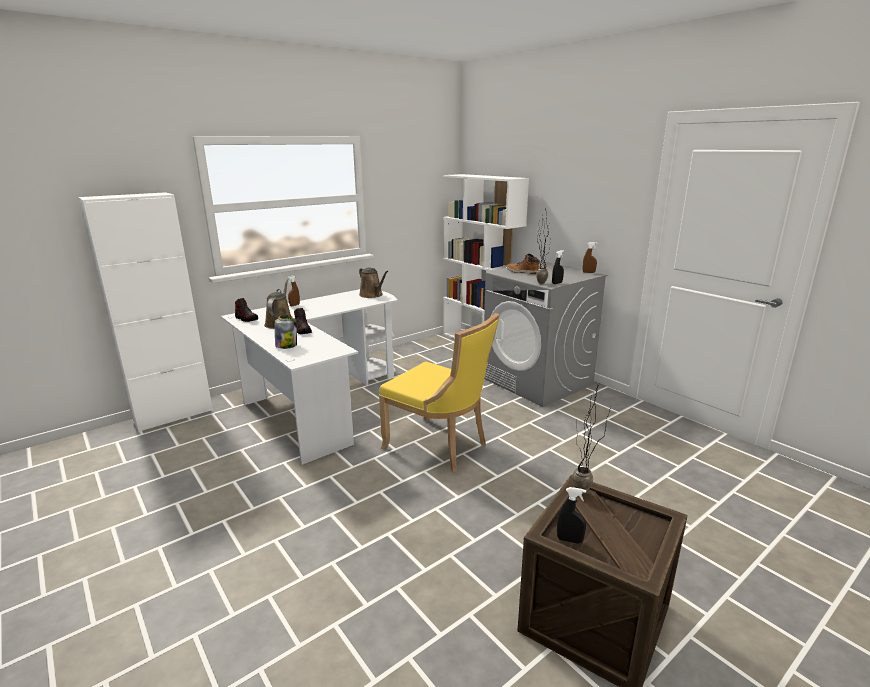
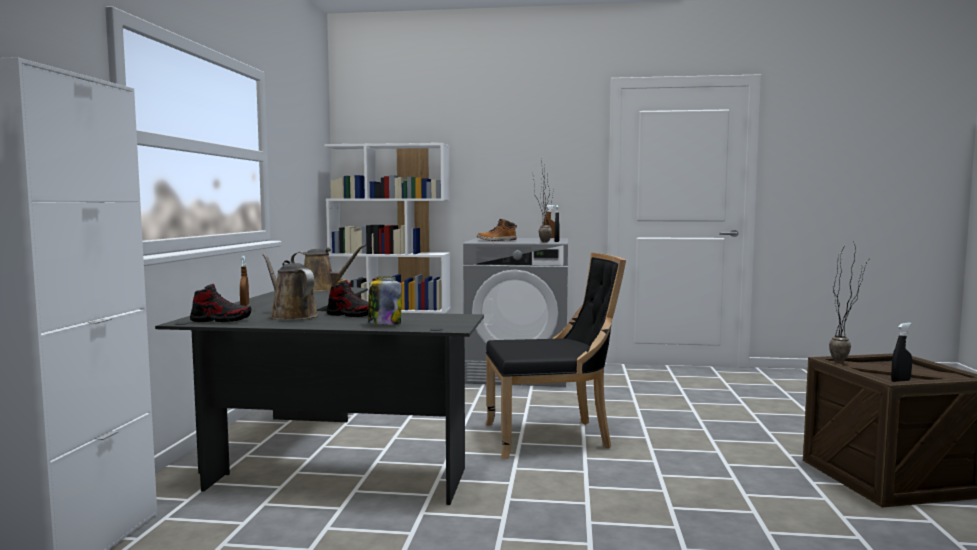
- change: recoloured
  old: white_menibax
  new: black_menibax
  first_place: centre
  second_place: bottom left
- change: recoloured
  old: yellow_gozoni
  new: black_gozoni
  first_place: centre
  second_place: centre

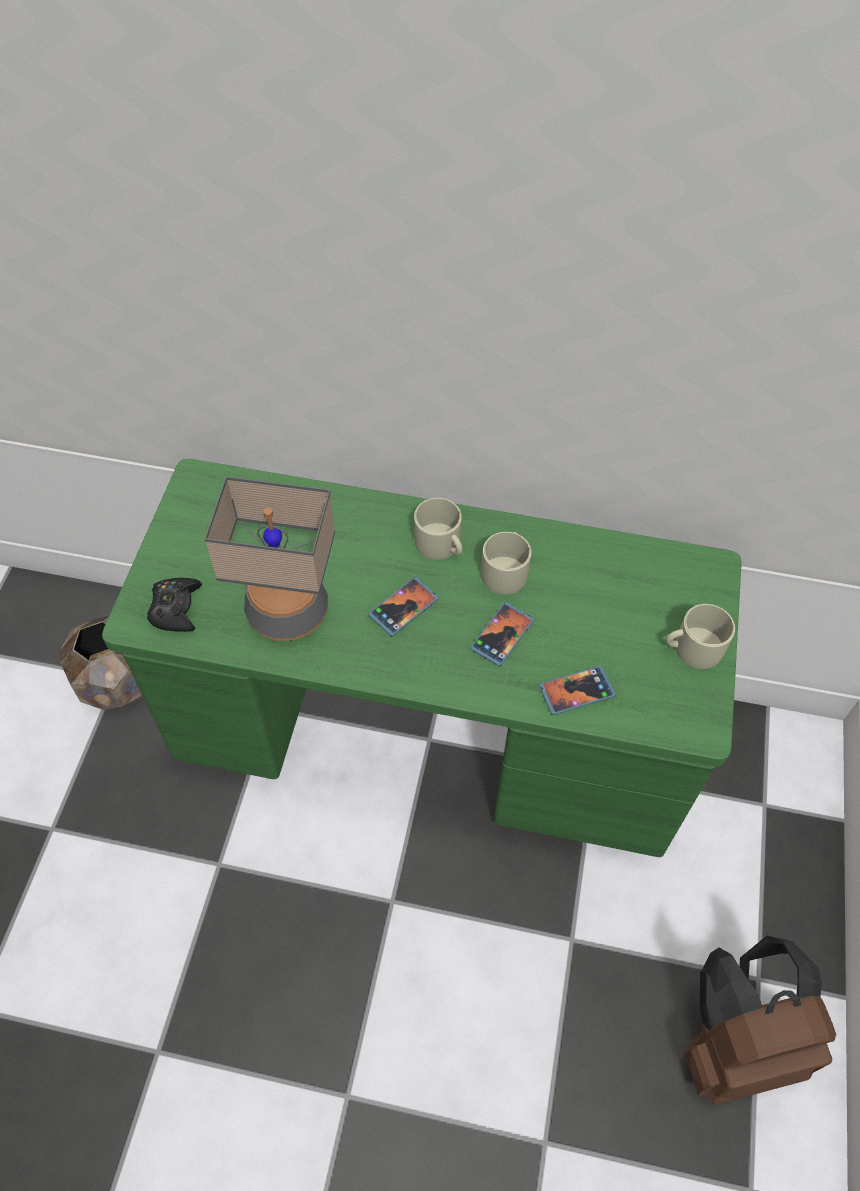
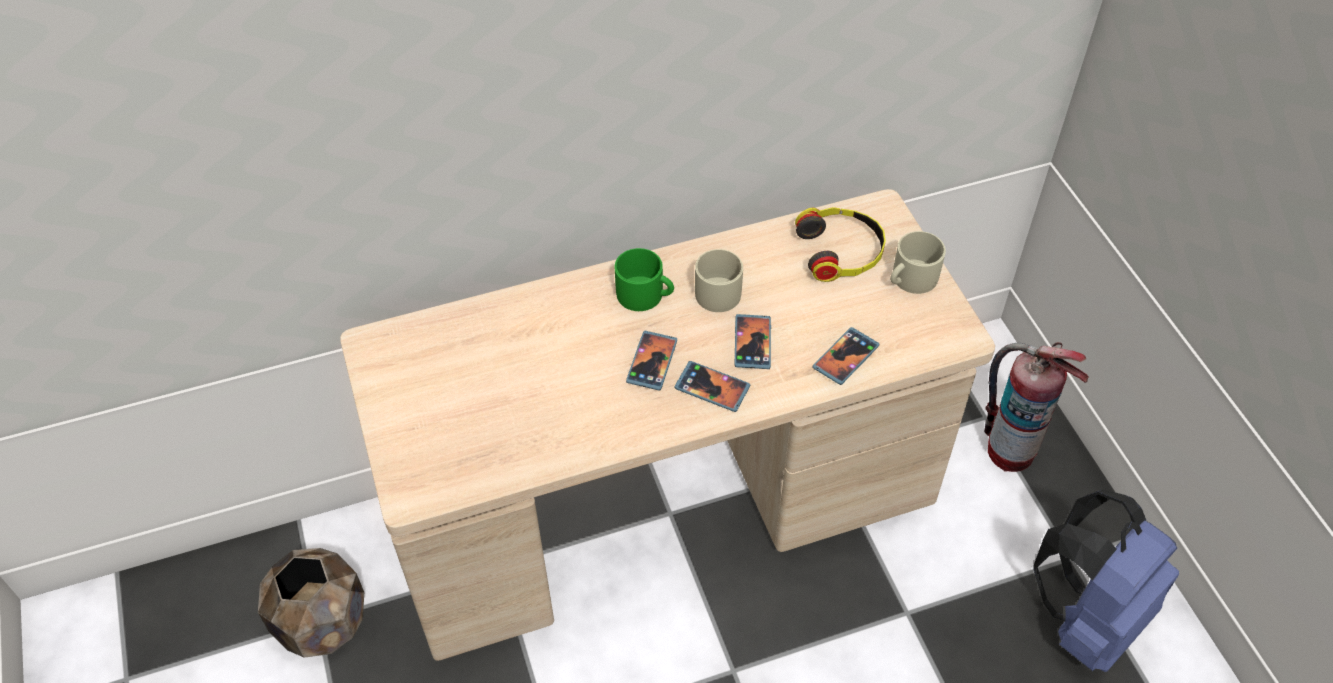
- change: removed
  old: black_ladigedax
  first_place: middle left
- change: removed
  old: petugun
  first_place: middle left
- change: added
  new: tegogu (2nd from left)
  second_place: centre
- change: added
  new: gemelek
  second_place: centre
- change: added
  new: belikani
  second_place: middle right
- change: recoloured
  old: green_menibax
  new: beige_menibax
  first_place: centre
  second_place: centre
- change: recoloured
  old: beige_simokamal (1st from left)
  new: green_simokamal
  first_place: centre
  second_place: centre
- change: recoloured
  old: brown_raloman
  new: blue_raloman
  first_place: bottom right
  second_place: bottom right

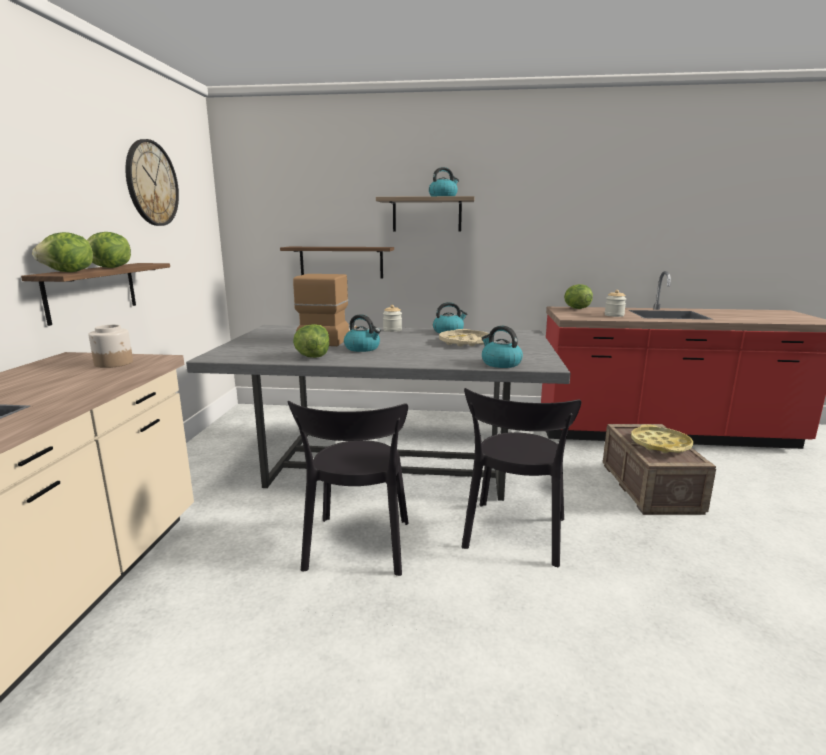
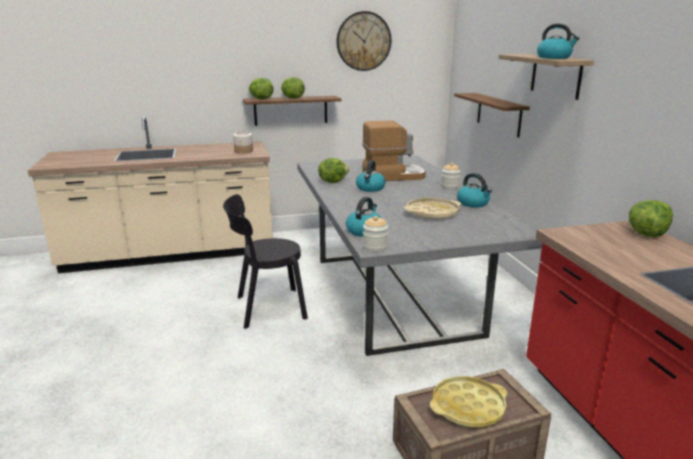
- change: removed
  old: black_gozoni (2nd from left)
  first_place: centre
- change: moved
  old: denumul (3rd from left in the first image)
  new: denumul (2nd from left)
  first_place: middle right
  second_place: centre

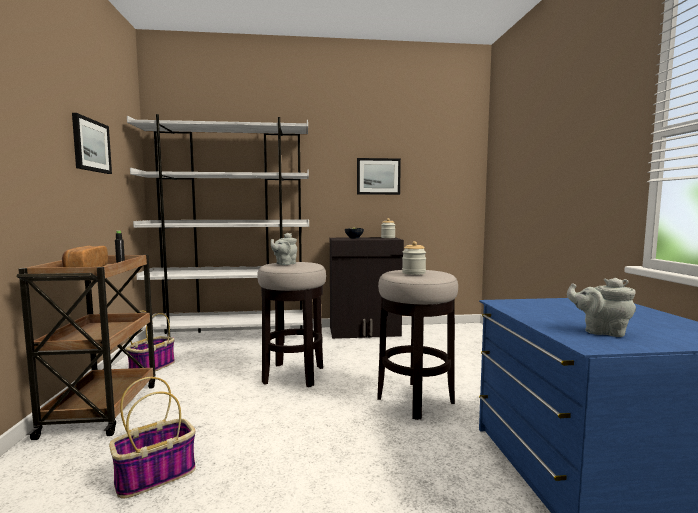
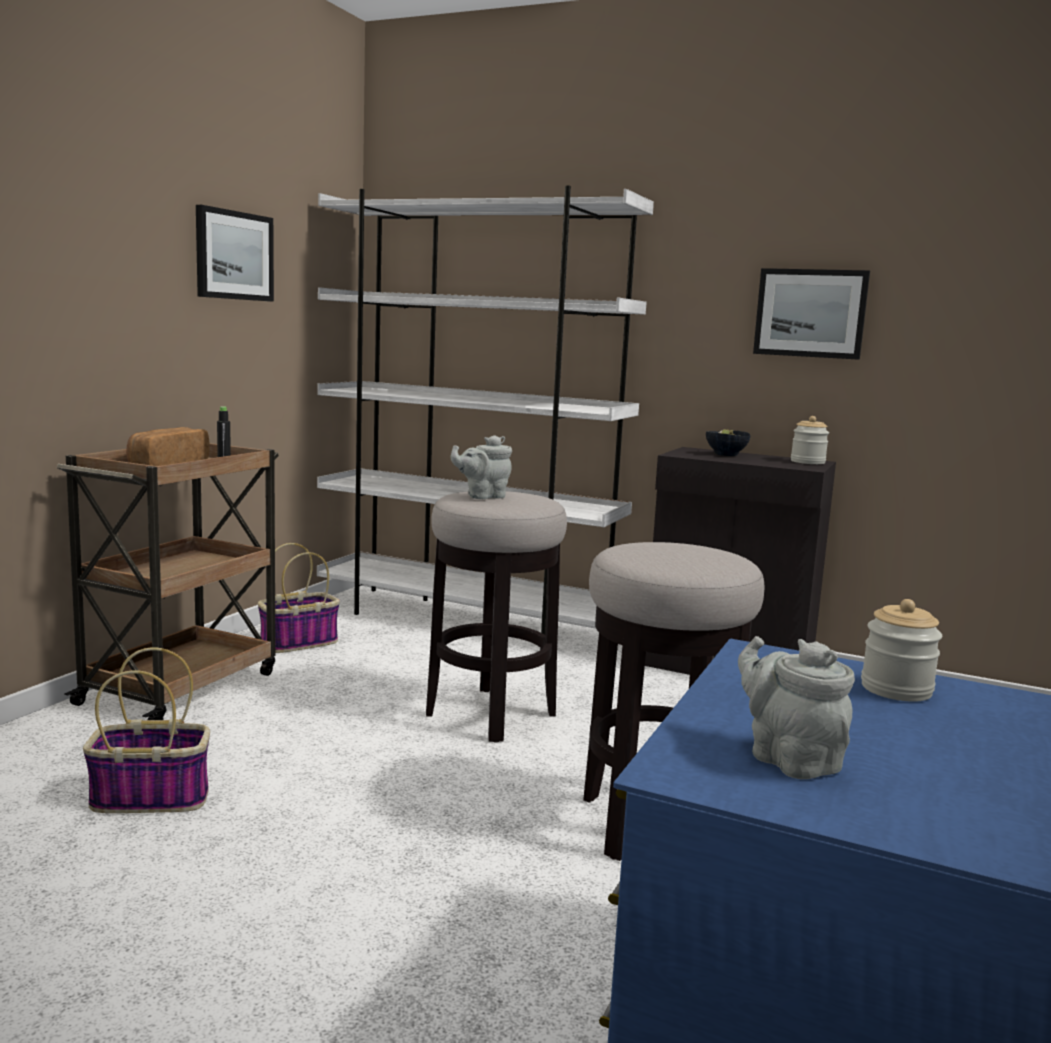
- change: moved
  old: denumul (2nd from left)
  first_place: centre
  second_place: middle right

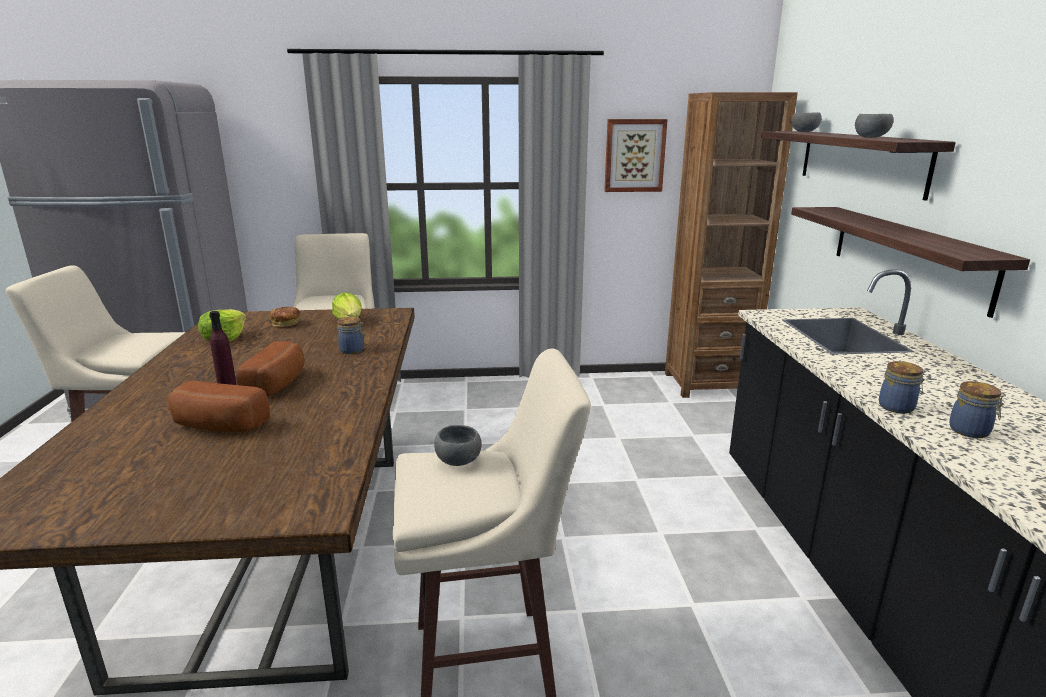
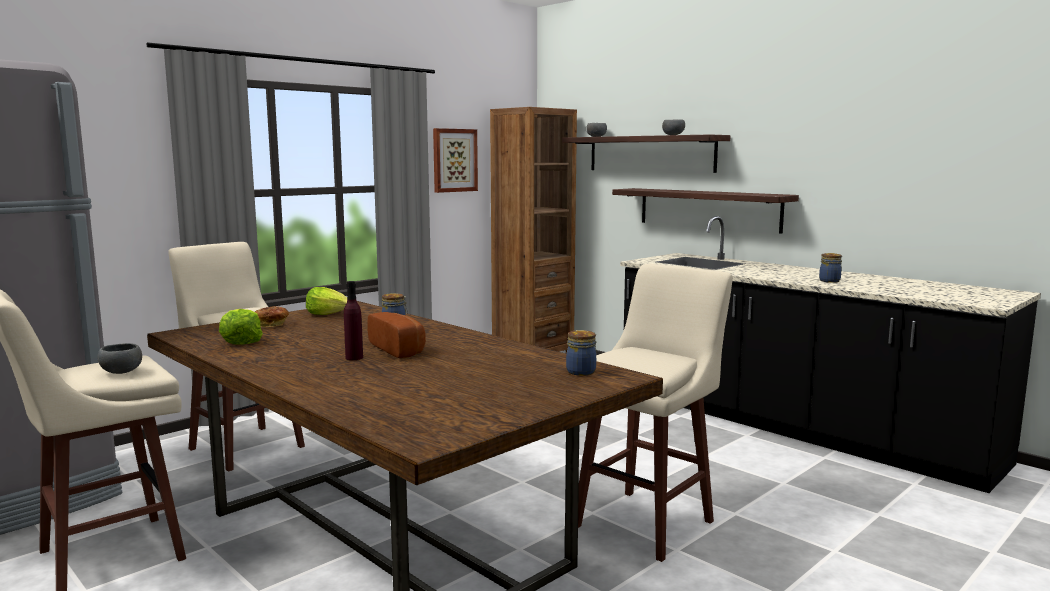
- change: removed
  old: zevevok (1st from left)
  first_place: middle left
- change: moved
  old: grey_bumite (1st from left)
  first_place: centre
  second_place: middle left
- change: moved
  old: denumul (2nd from left)
  first_place: middle right
  second_place: centre

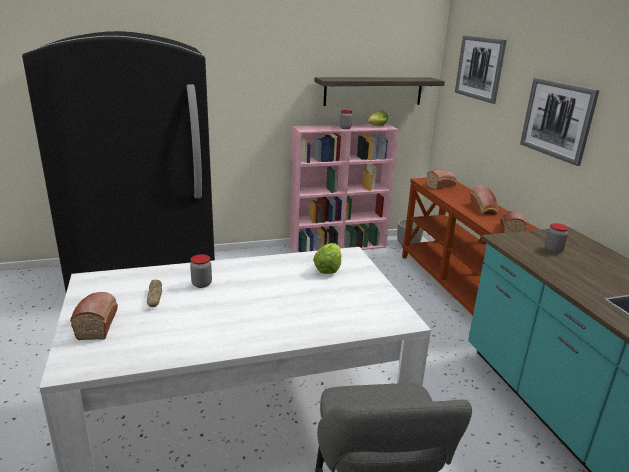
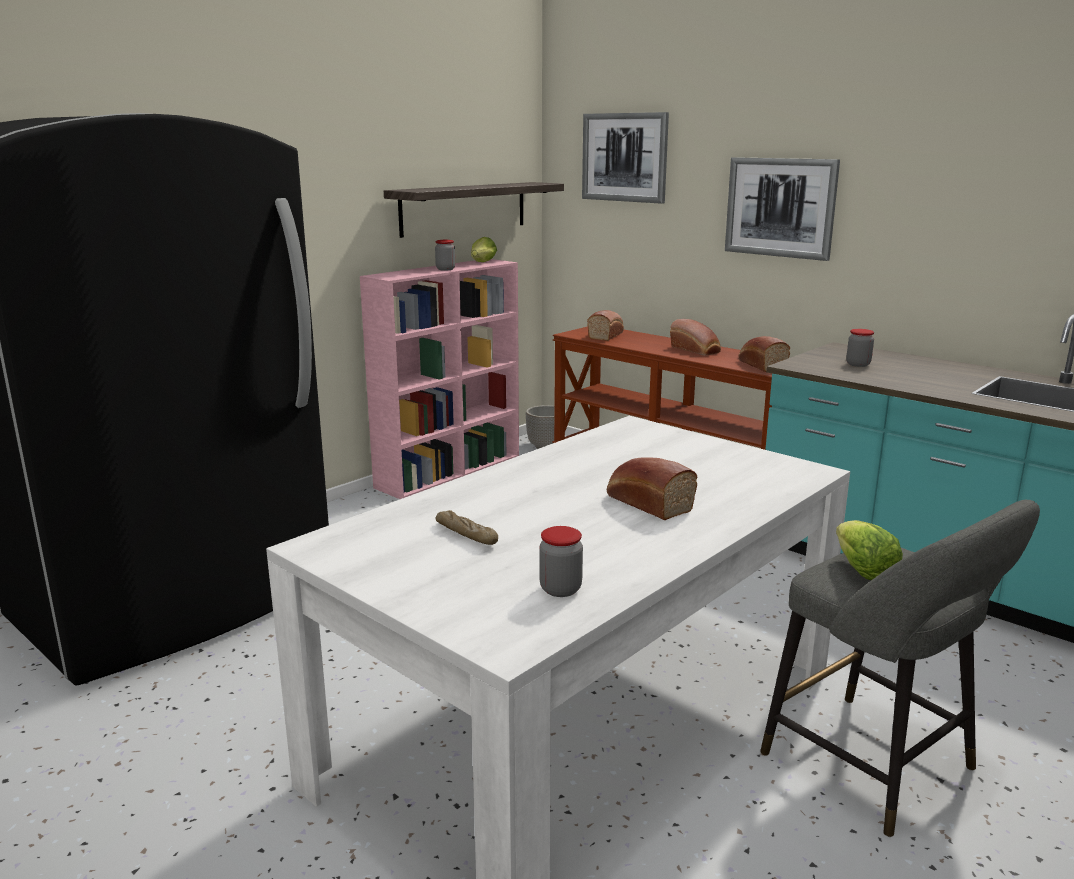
- change: moved
  old: zevevok (1st from left in the first image)
  new: zevevok (3rd from left)
  first_place: bottom left
  second_place: centre
- change: moved
  old: denumul (1st from left in the first image)
  new: denumul (2nd from left)
  first_place: middle left
  second_place: centre
- change: moved
  old: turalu (1st from left in the first image)
  new: turalu (2nd from left)
  first_place: centre
  second_place: middle right

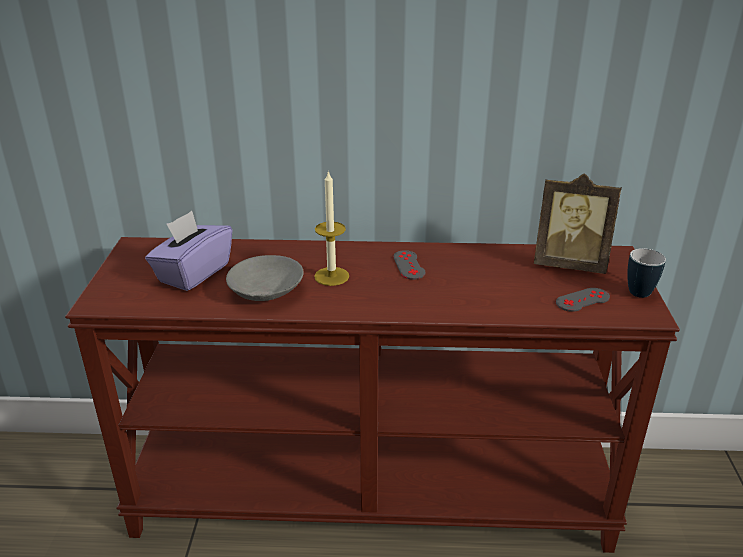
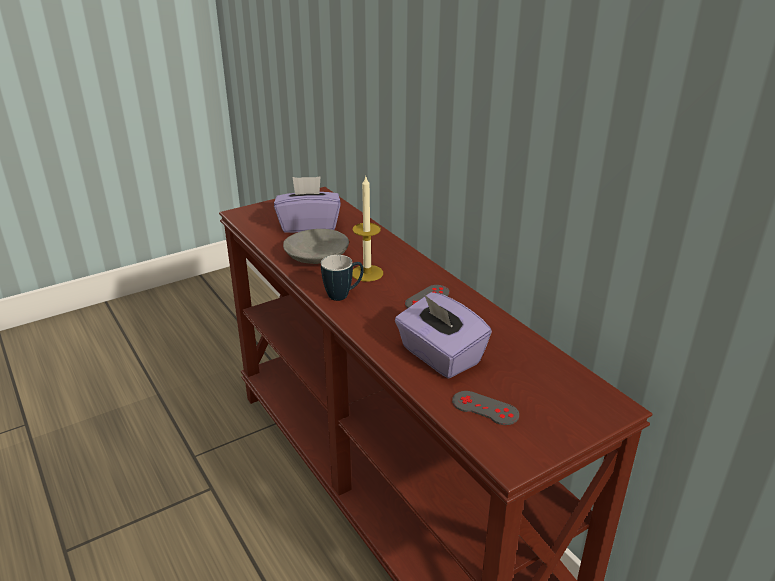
- change: removed
  old: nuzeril
  first_place: middle right
- change: added
  new: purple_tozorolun (2nd from left)
  second_place: centre
- change: moved
  old: simokamal
  first_place: middle right
  second_place: centre

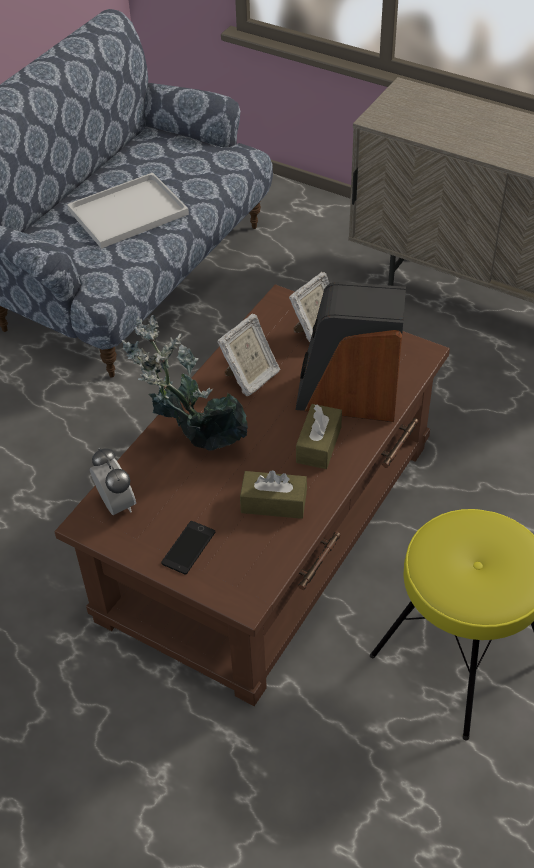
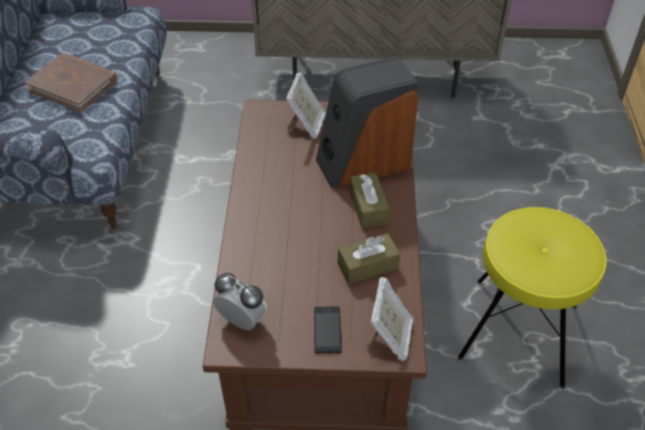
- change: removed
  old: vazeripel
  first_place: centre
- change: moved
  old: nuzeril (1st from left in the first image)
  new: nuzeril (2nd from left)
  first_place: centre
  second_place: bottom centre
- change: replaced
  old: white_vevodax
  new: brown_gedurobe
  first_place: top left
  second_place: top left

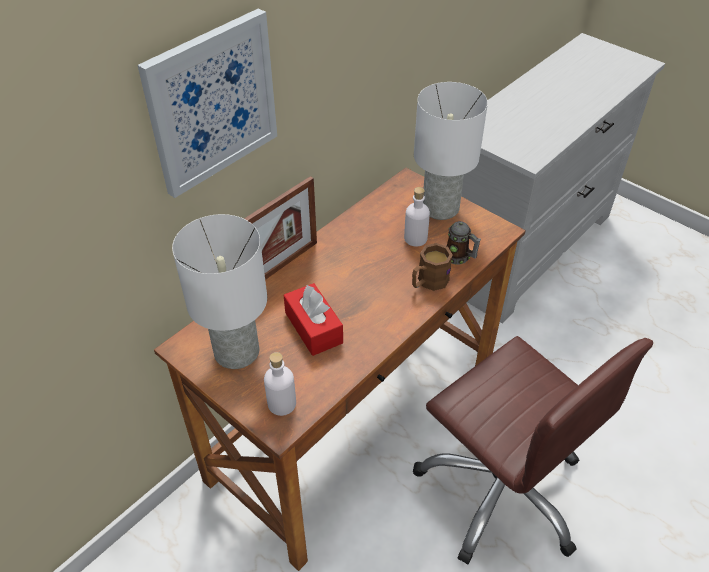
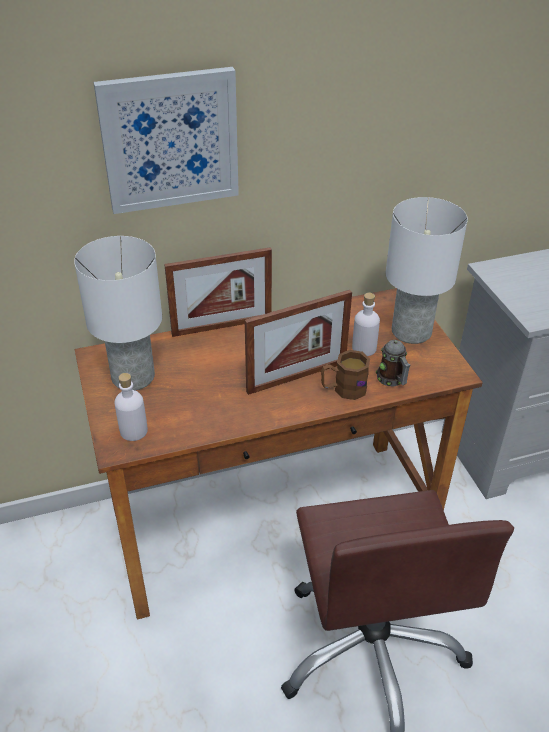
- change: removed
  old: red_tozorolun
  first_place: centre
- change: added
  new: nuzeril (2nd from left)
  second_place: centre

